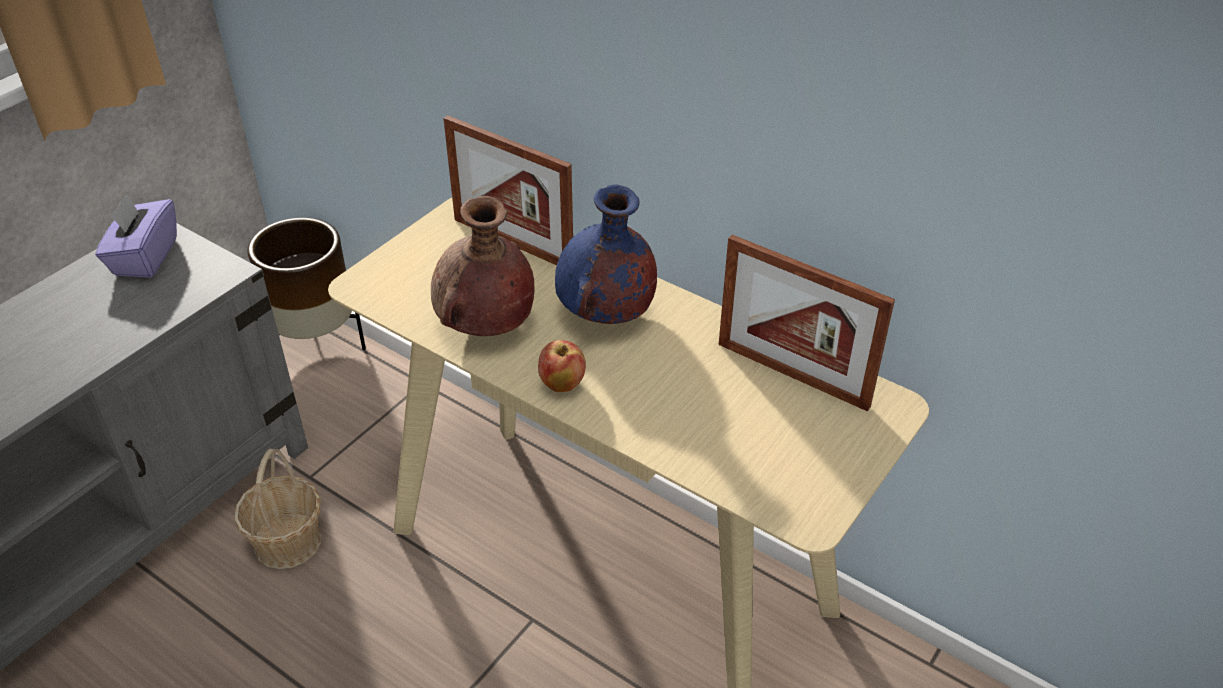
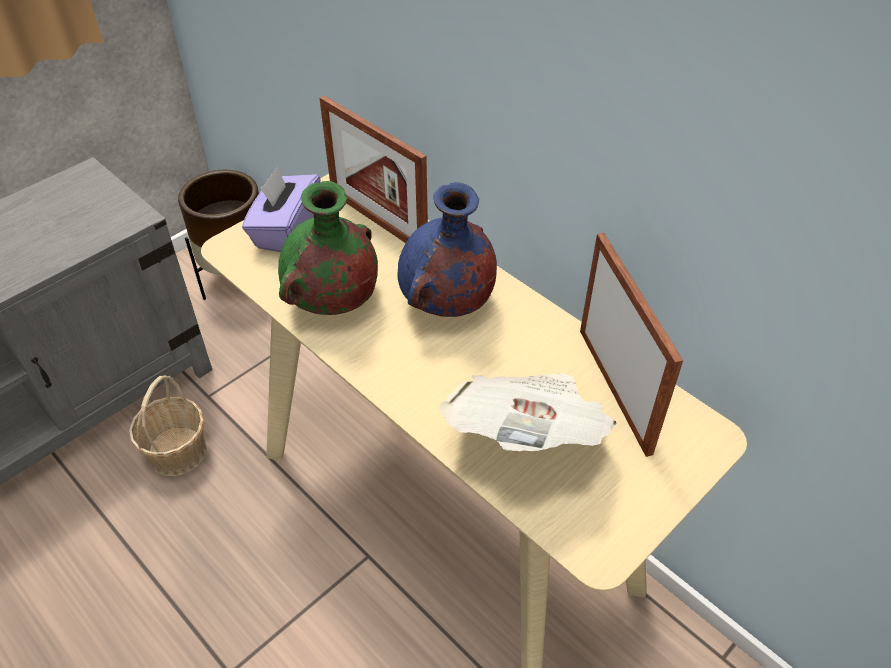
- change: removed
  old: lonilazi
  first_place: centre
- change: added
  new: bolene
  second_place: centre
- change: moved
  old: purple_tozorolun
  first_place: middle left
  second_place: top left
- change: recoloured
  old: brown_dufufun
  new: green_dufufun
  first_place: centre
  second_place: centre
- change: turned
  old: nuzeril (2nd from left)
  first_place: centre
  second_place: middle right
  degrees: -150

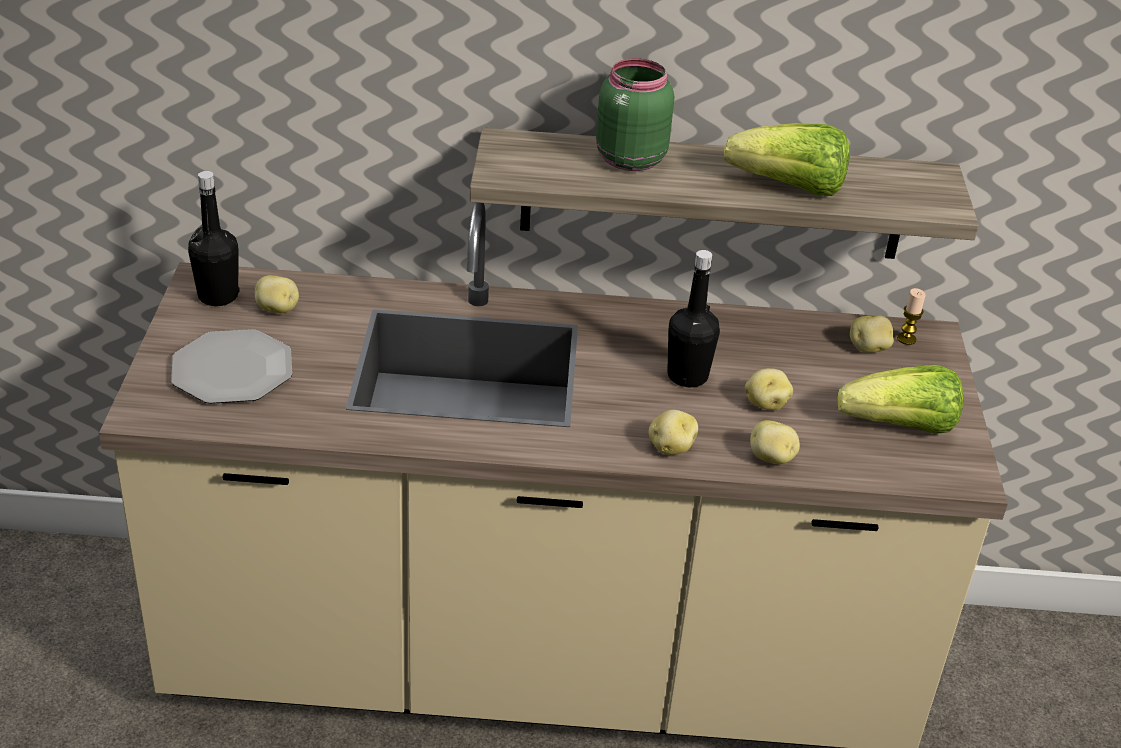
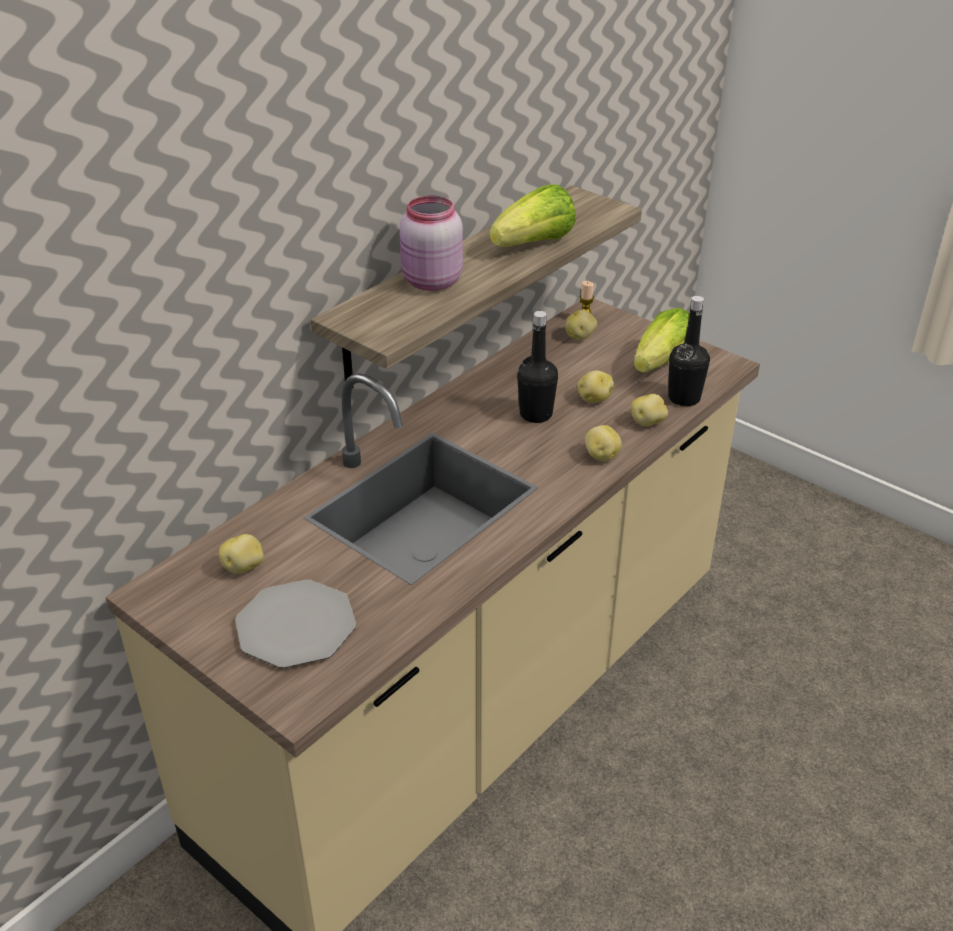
- change: moved
  old: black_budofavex (1st from left in the first image)
  new: black_budofavex (2nd from left)
  first_place: top left
  second_place: middle right
- change: recoloured
  old: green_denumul
  new: pink_denumul
  first_place: top centre
  second_place: top centre

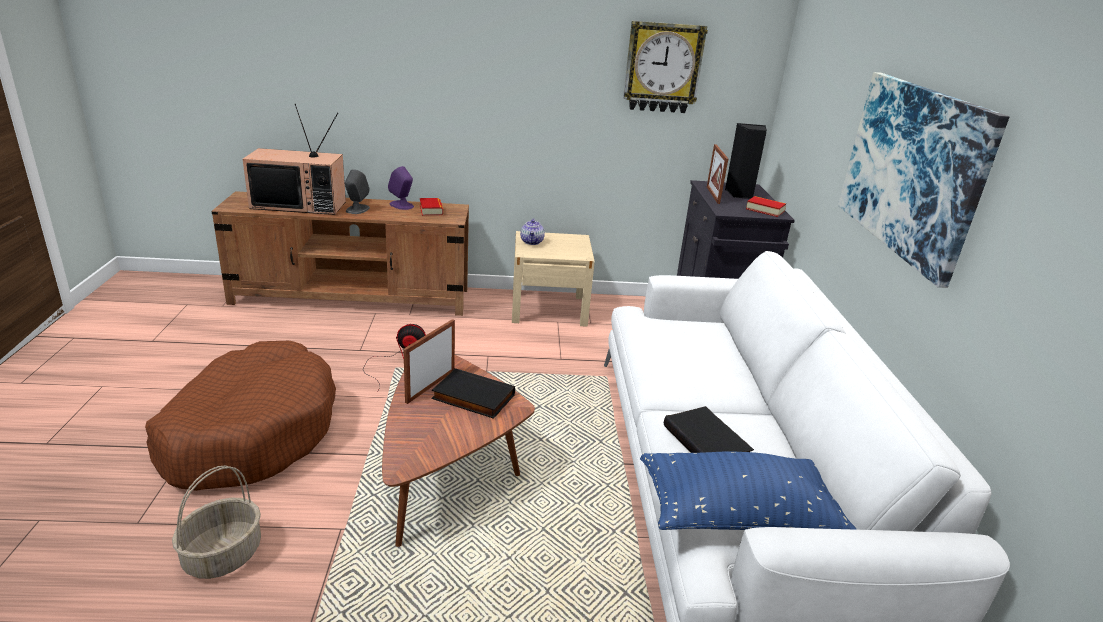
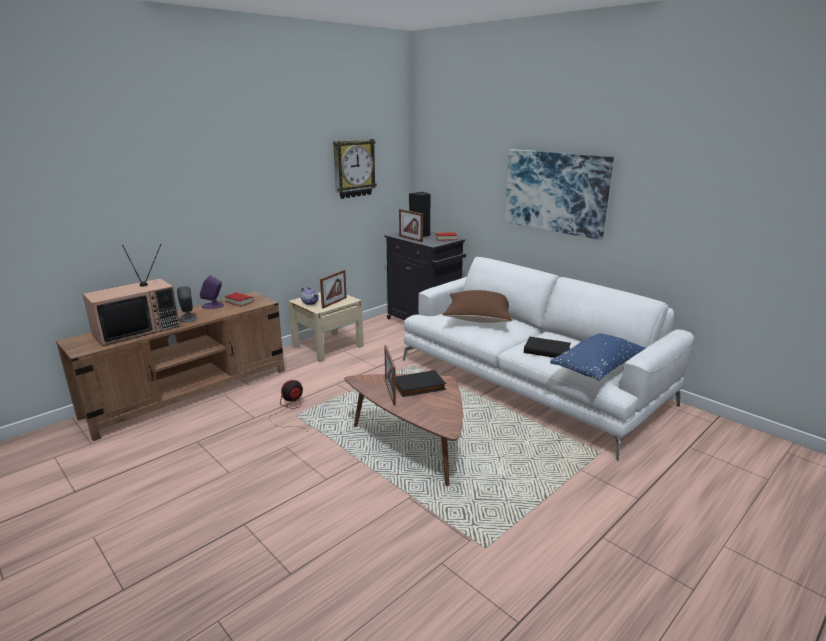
- change: removed
  old: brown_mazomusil
  first_place: bottom left
- change: removed
  old: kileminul
  first_place: bottom left
- change: added
  new: nuzeril (1st from left)
  second_place: centre
- change: added
  new: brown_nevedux
  second_place: centre

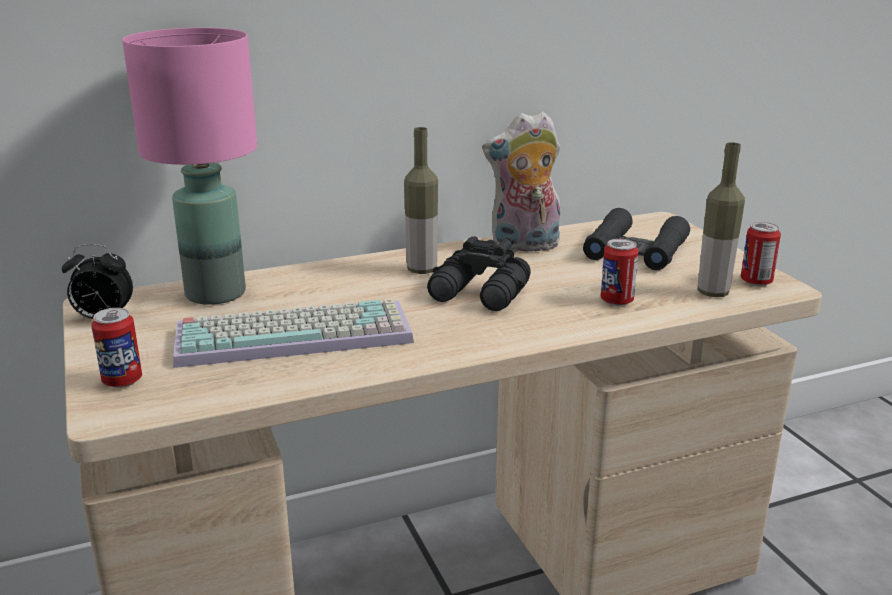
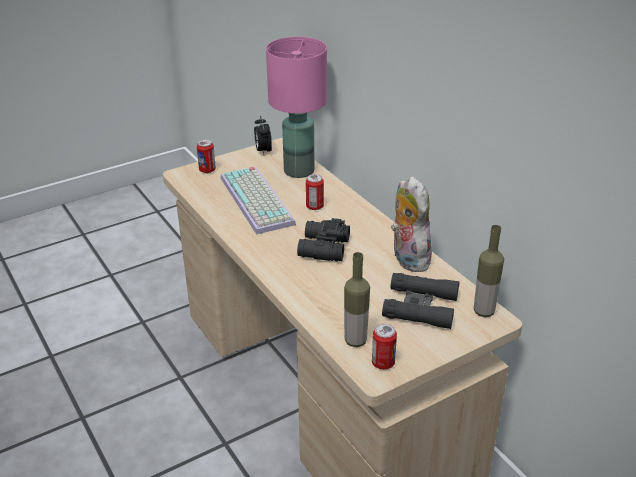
- change: moved
  old: budofavex (1st from left in the first image)
  new: budofavex (2nd from left)
  first_place: centre
  second_place: middle right
- change: moved
  old: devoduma (2nd from left)
  first_place: middle right
  second_place: centre

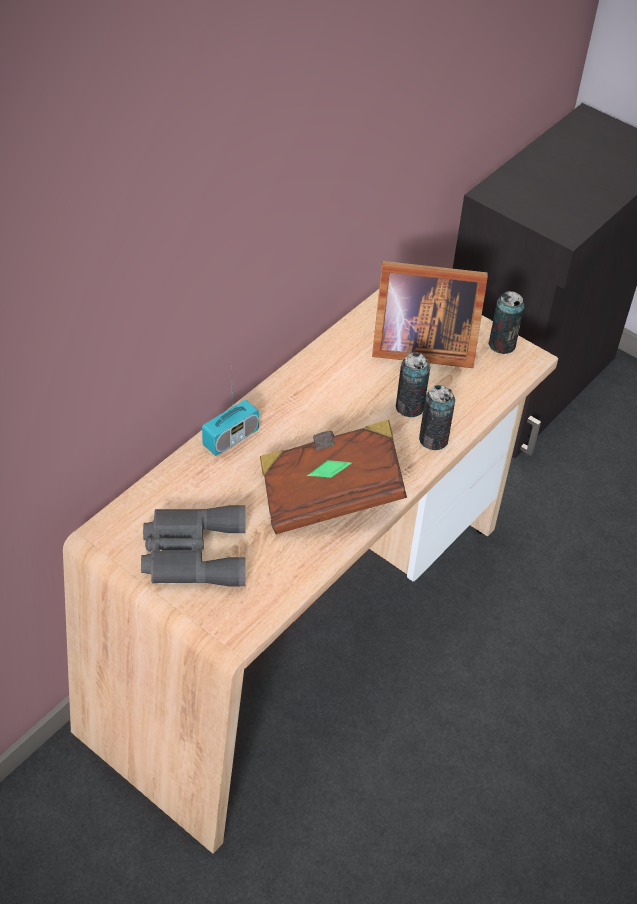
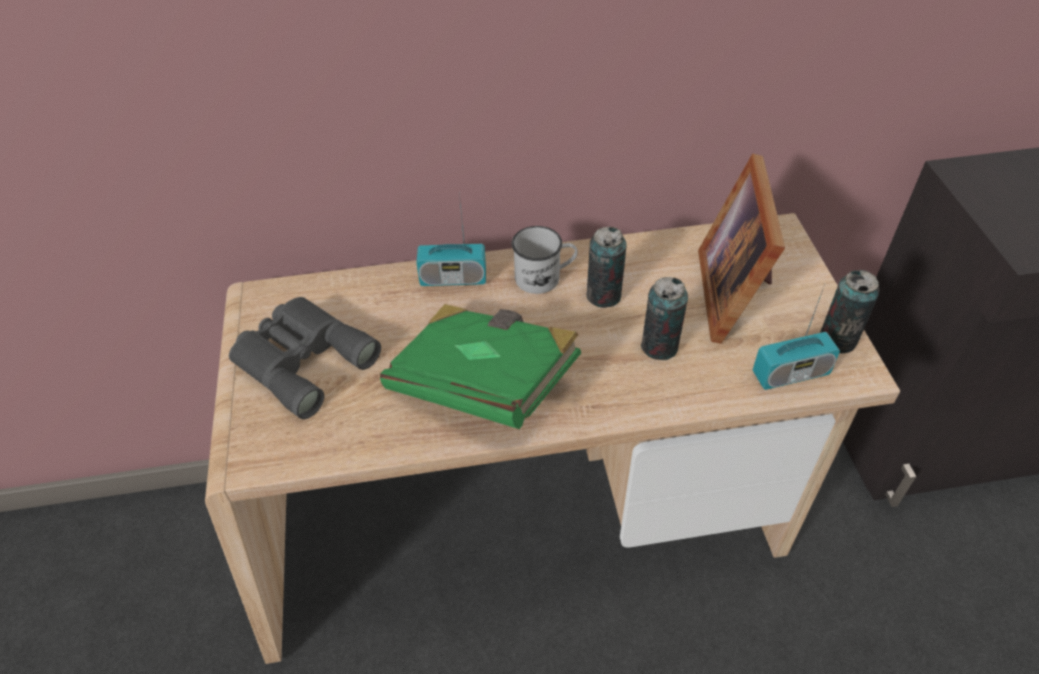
- change: added
  new: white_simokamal
  second_place: centre
- change: added
  new: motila (2nd from left)
  second_place: middle right
- change: moved
  old: devoduma (2nd from left in the first image)
  new: devoduma (1st from left)
  first_place: middle right
  second_place: centre
- change: recoloured
  old: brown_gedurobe
  new: green_gedurobe
  first_place: centre
  second_place: centre
- change: turned
  old: nuzeril
  first_place: middle right
  second_place: middle right
  degrees: 45

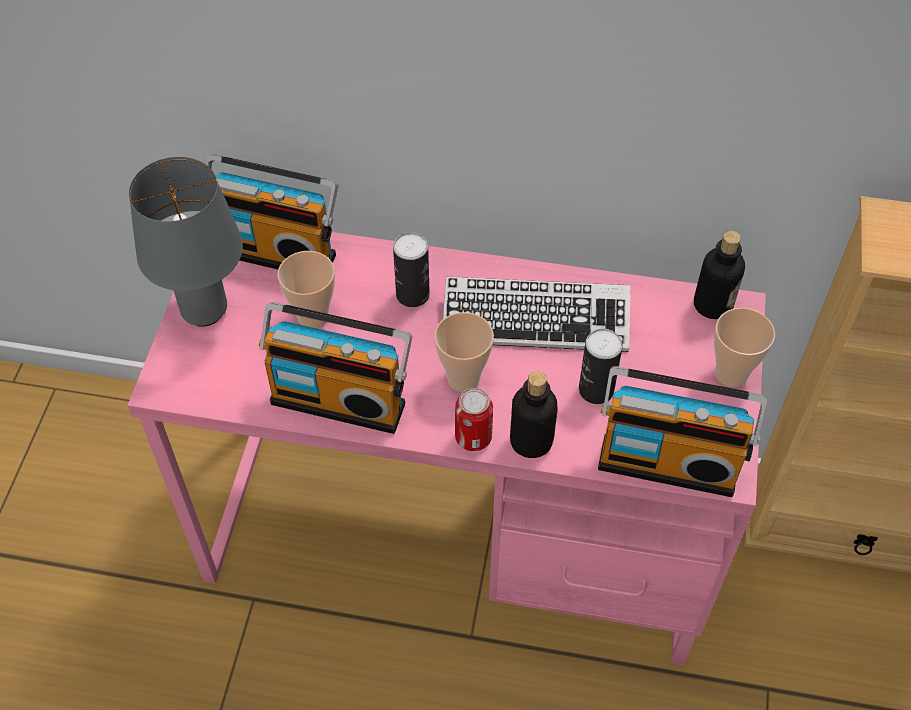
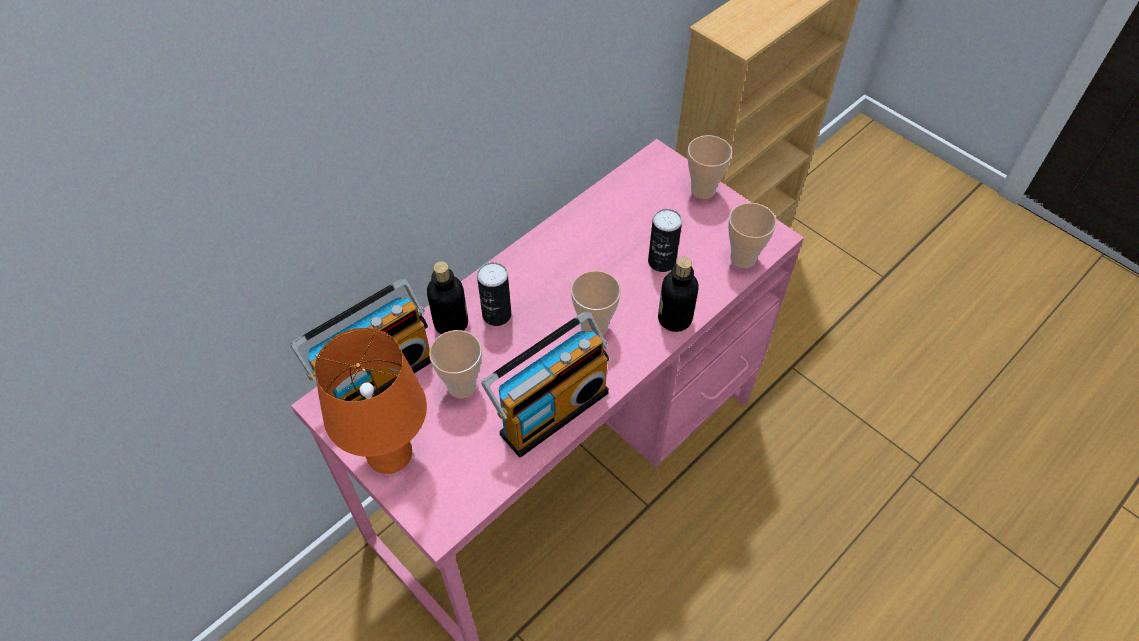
- change: removed
  old: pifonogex
  first_place: centre
- change: removed
  old: devoduma (2nd from left)
  first_place: centre
- change: moved
  old: budofavex (2nd from left in the first image)
  new: budofavex (1st from left)
  first_place: middle right
  second_place: centre
- change: replaced
  old: motila (3rd from left)
  new: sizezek (4th from left)
  first_place: middle right
  second_place: centre
- change: recoloured
  old: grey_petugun
  new: orange_petugun
  first_place: middle left
  second_place: middle left

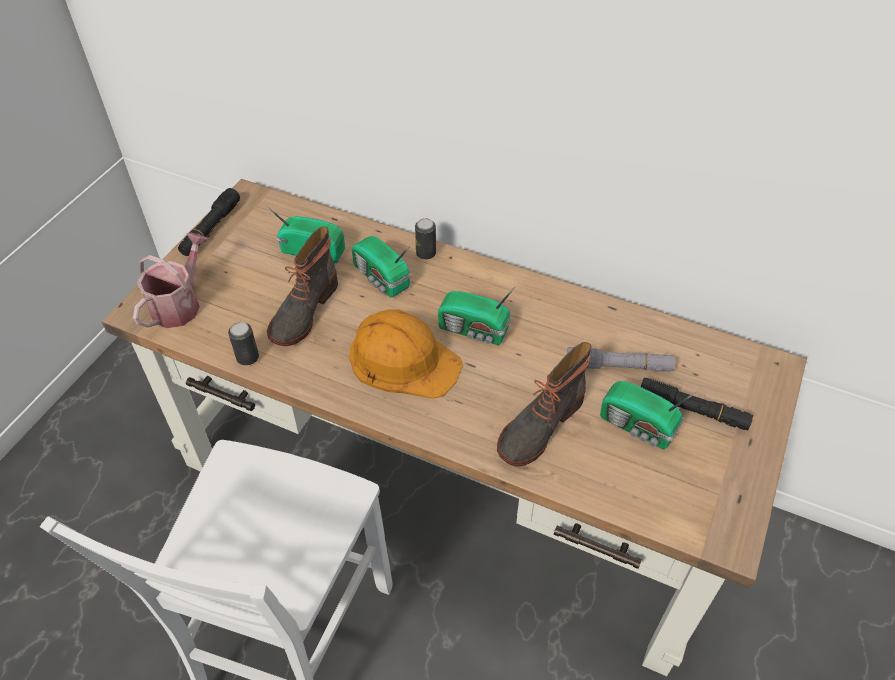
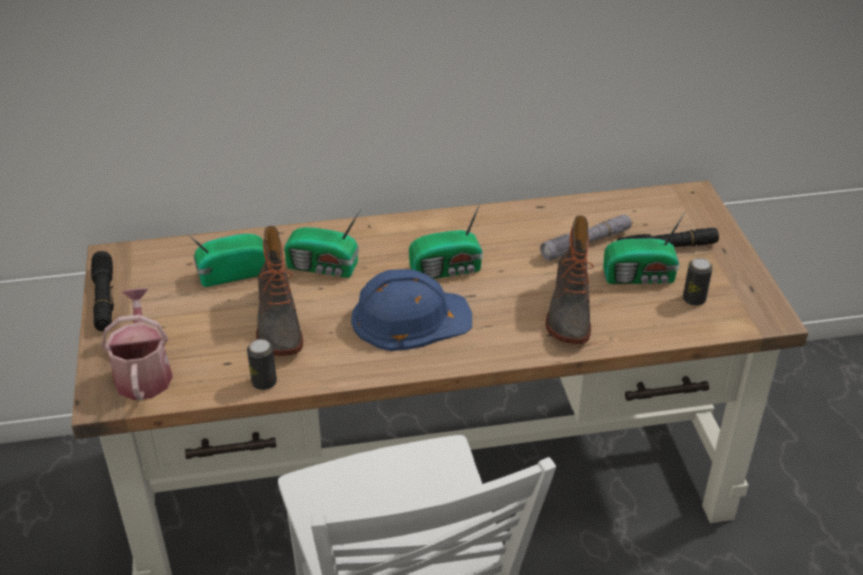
- change: moved
  old: devoduma (2nd from left)
  first_place: centre
  second_place: middle right
- change: recoloured
  old: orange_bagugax
  new: blue_bagugax
  first_place: centre
  second_place: centre

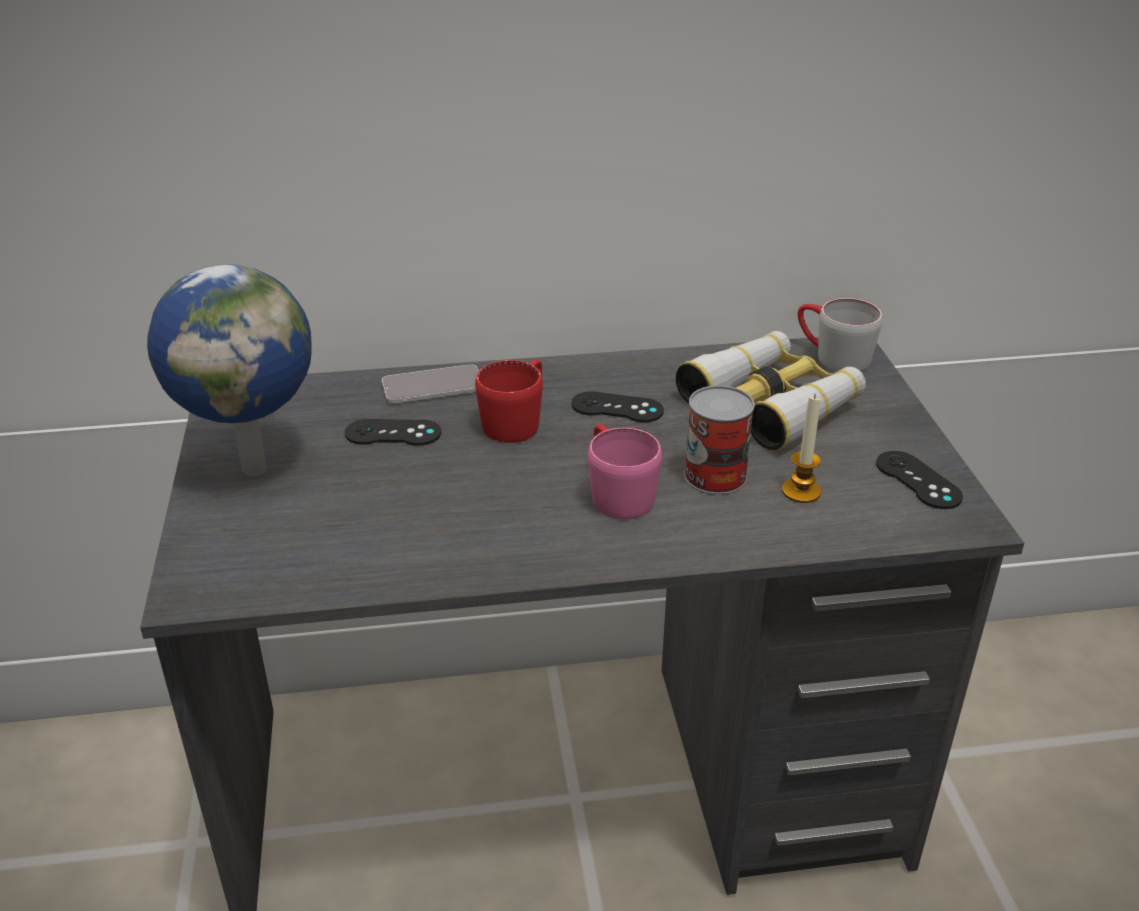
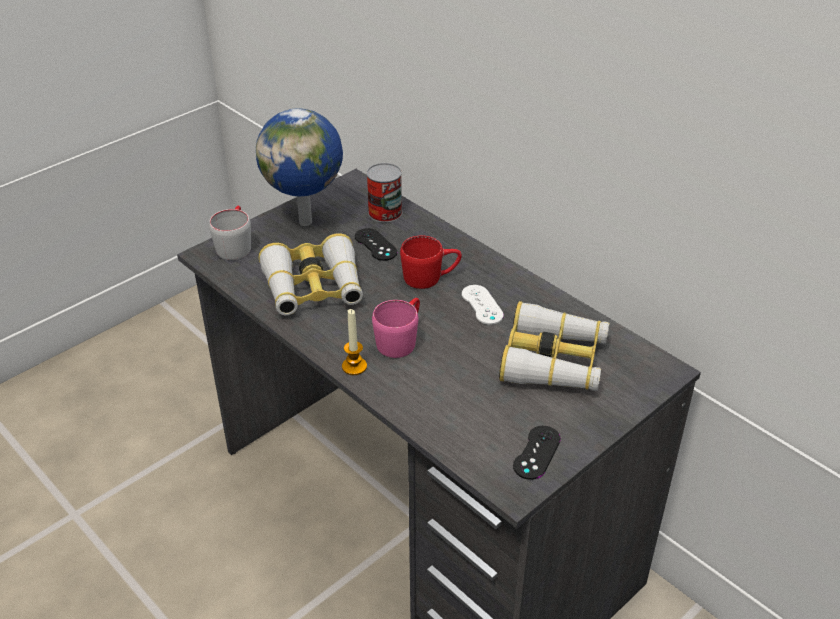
- change: removed
  old: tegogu
  first_place: centre
- change: added
  new: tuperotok (1st from left)
  second_place: centre
- change: moved
  old: devoduma
  first_place: centre
  second_place: top centre
- change: moved
  old: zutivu
  first_place: middle right
  second_place: centre
- change: moved
  old: grey_simokamal
  first_place: middle right
  second_place: middle left
- change: recoloured
  old: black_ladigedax (2nd from left)
  new: white_ladigedax
  first_place: centre
  second_place: centre

